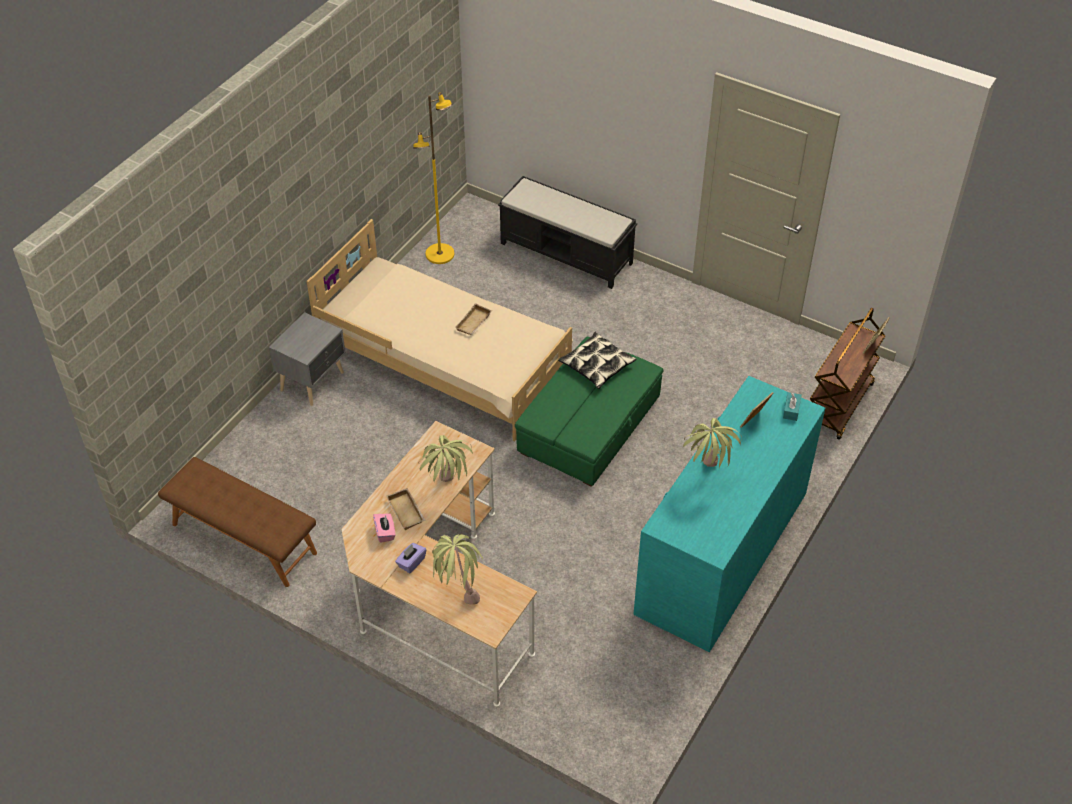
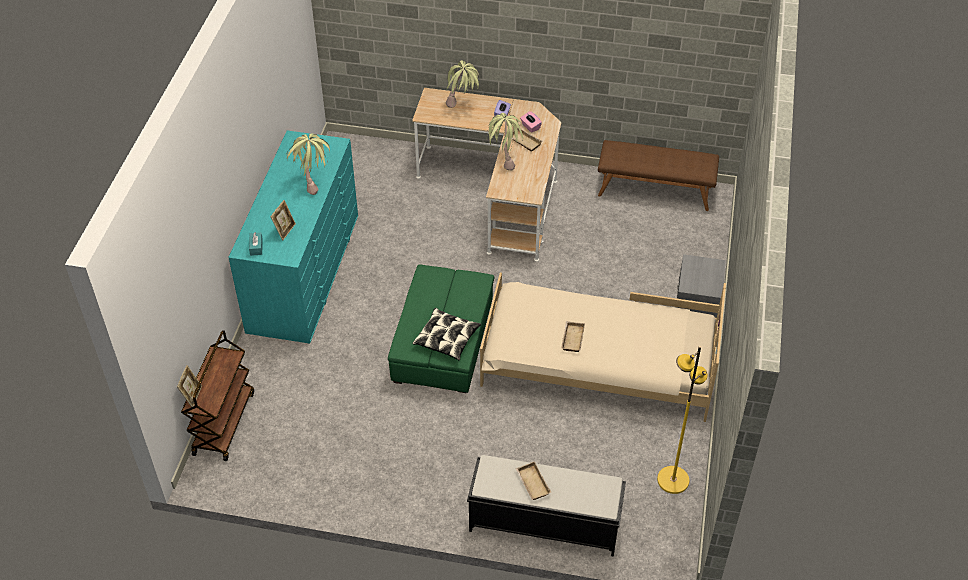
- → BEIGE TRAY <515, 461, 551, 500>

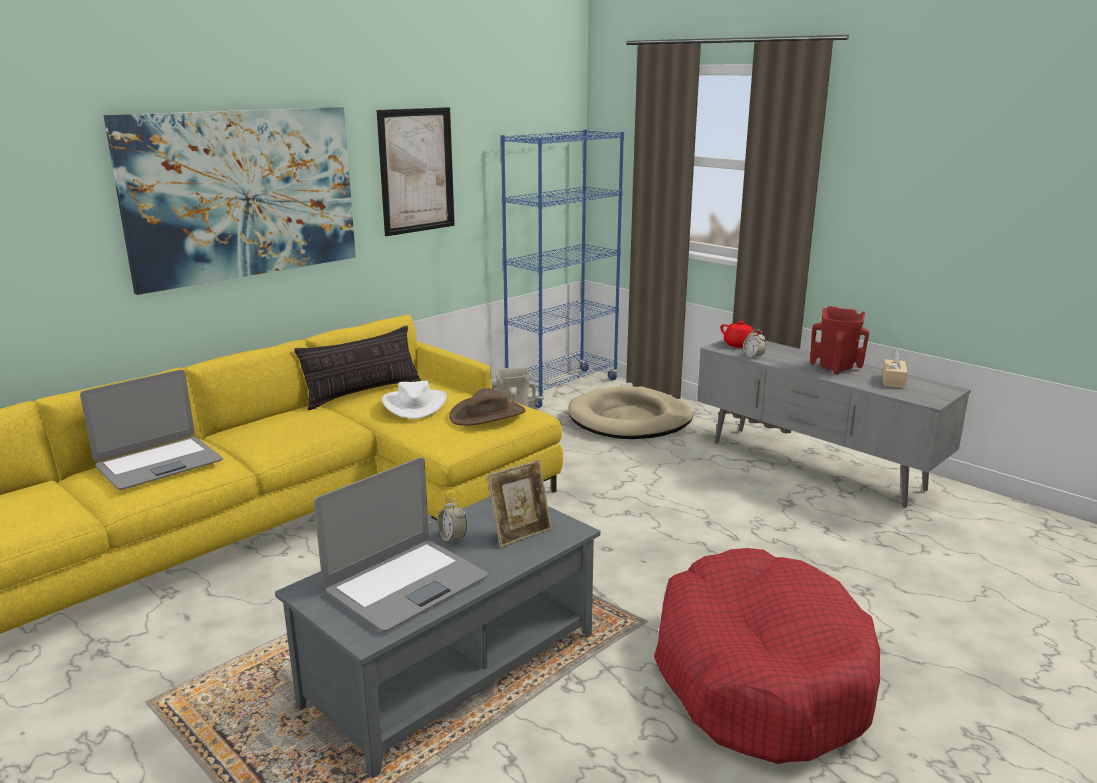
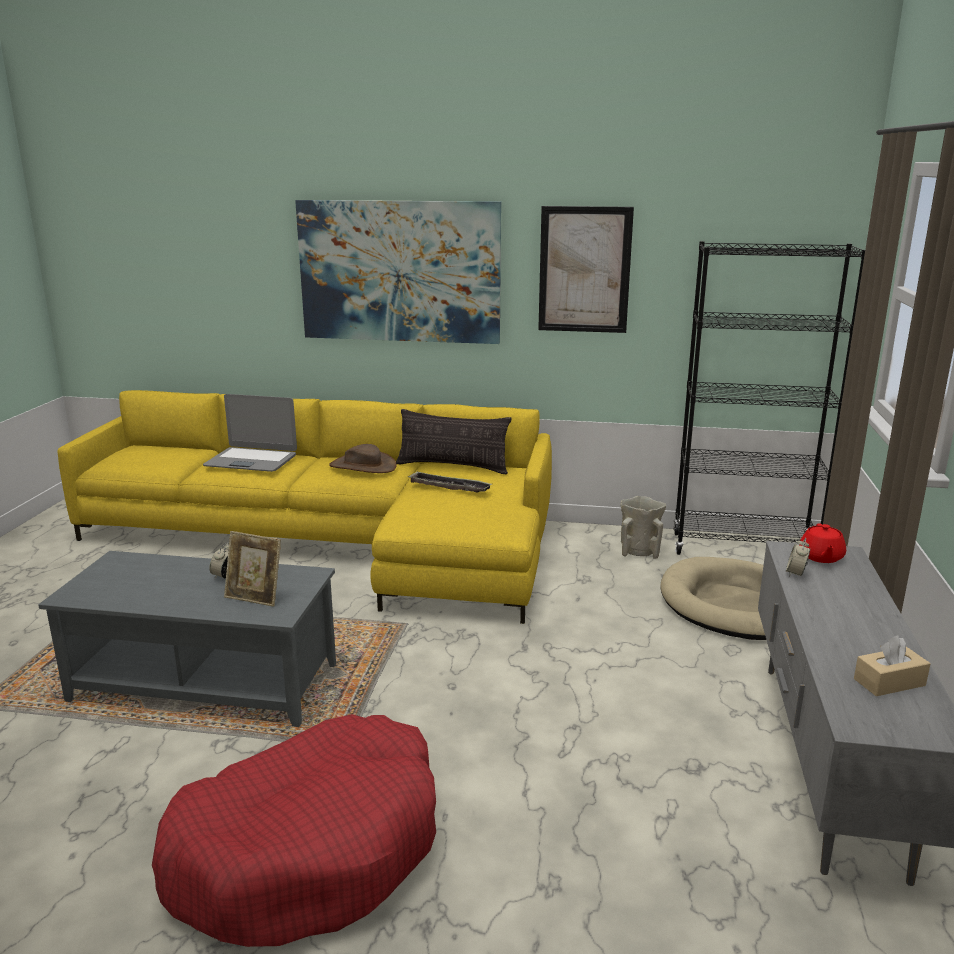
LAPTOP <314, 457, 488, 632> → -
WHITE HAT <382, 381, 447, 419> → TRAY <408, 471, 492, 493>
BROWN HAT <449, 388, 526, 426> → BROWN HAT <329, 444, 397, 473>, shifted
BLUE BOOKCASE <501, 129, 624, 408> → BLACK BOOKCASE <673, 241, 865, 555>
RED VASE <810, 306, 869, 375> → -

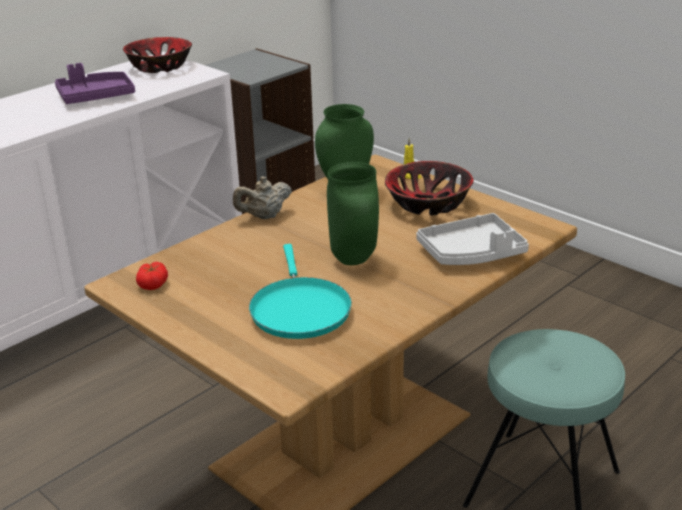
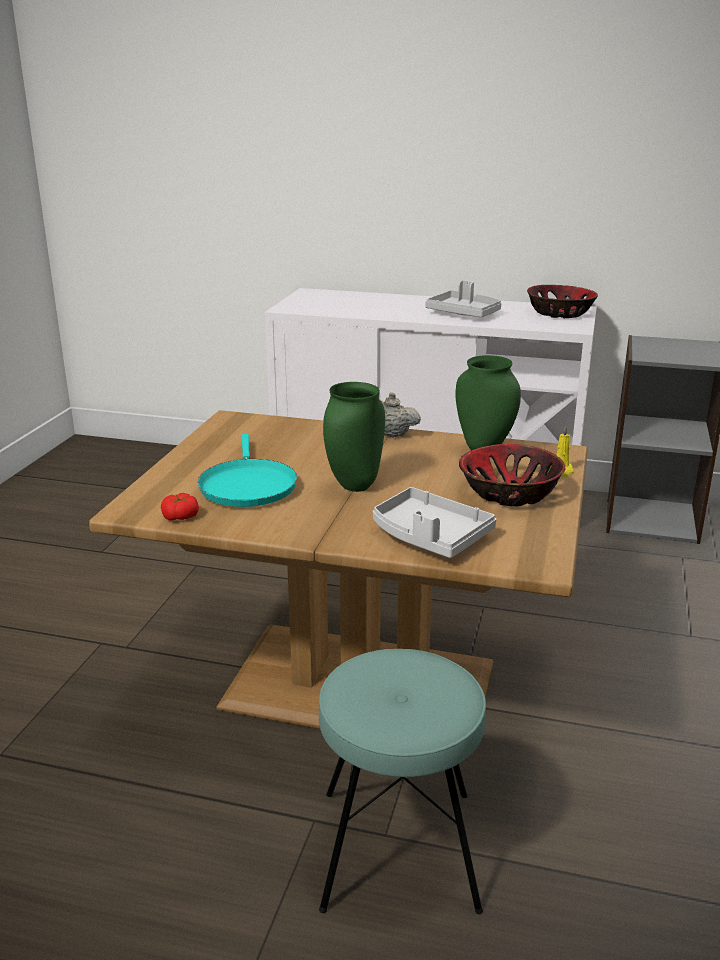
PURPLE TRAY <55, 63, 135, 104> → GREY TRAY <425, 280, 502, 317>
TOMATO <136, 262, 168, 290> → TOMATO <161, 493, 199, 521>, shifted
TURQUOISE FRYING PAN <249, 244, 352, 339> → TURQUOISE FRYING PAN <198, 434, 297, 507>, 60 degrees counterclockwise

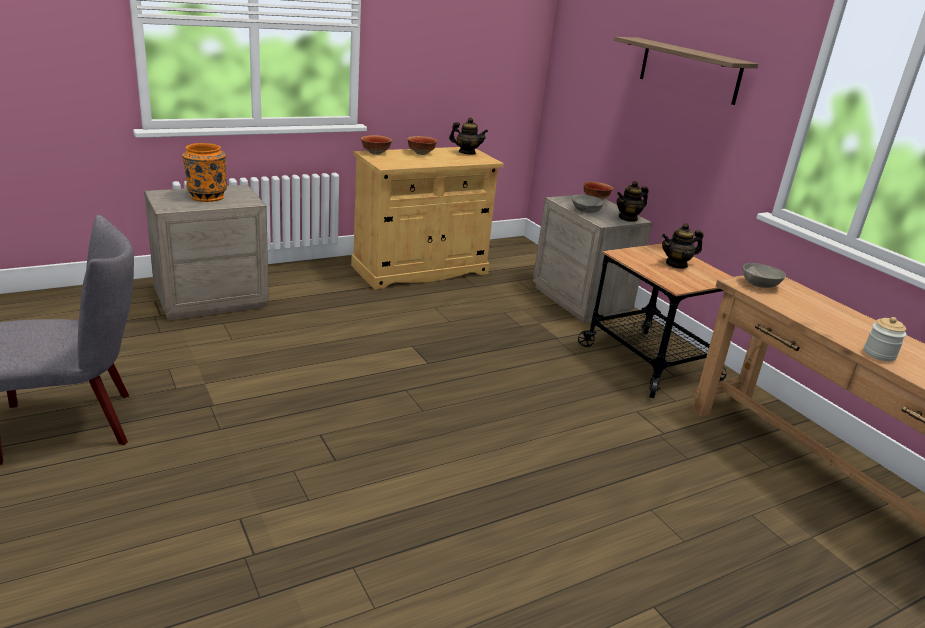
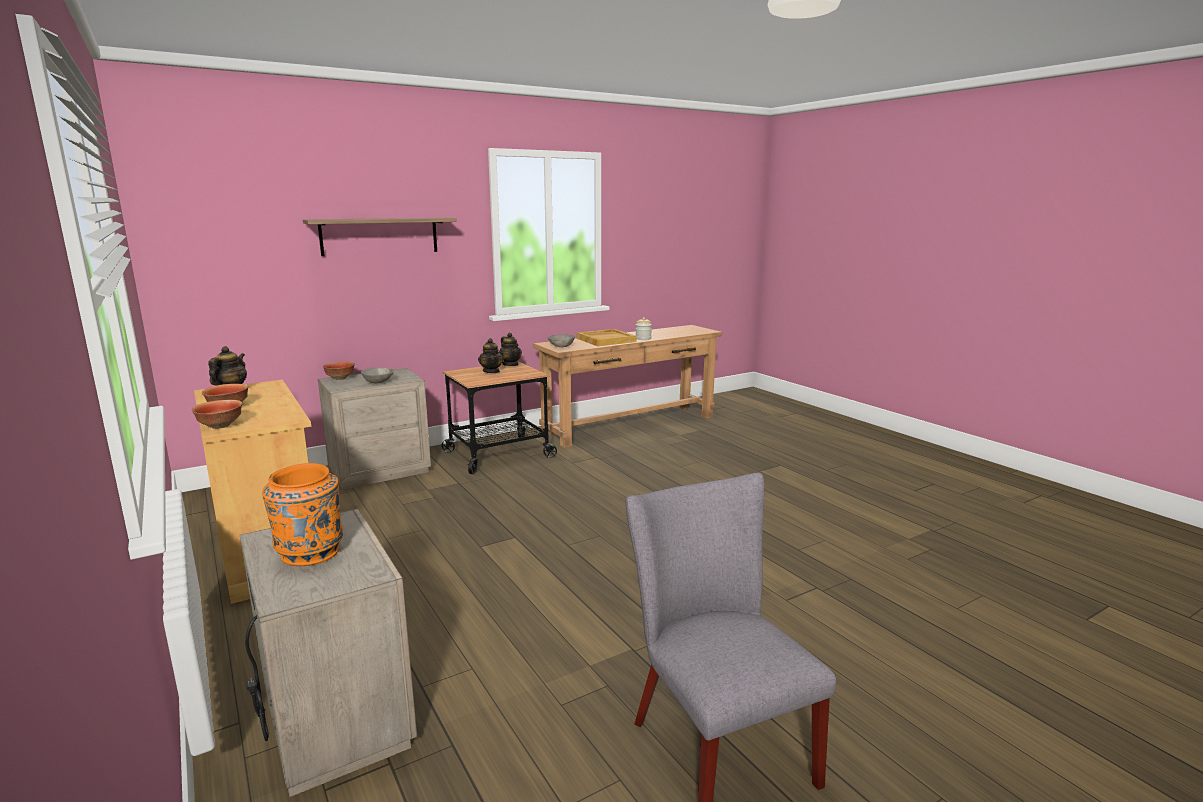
TEAPOT <617, 181, 649, 222> → TEAPOT <499, 333, 522, 366>, shifted
- → BEIGE TRAY <577, 329, 637, 346>

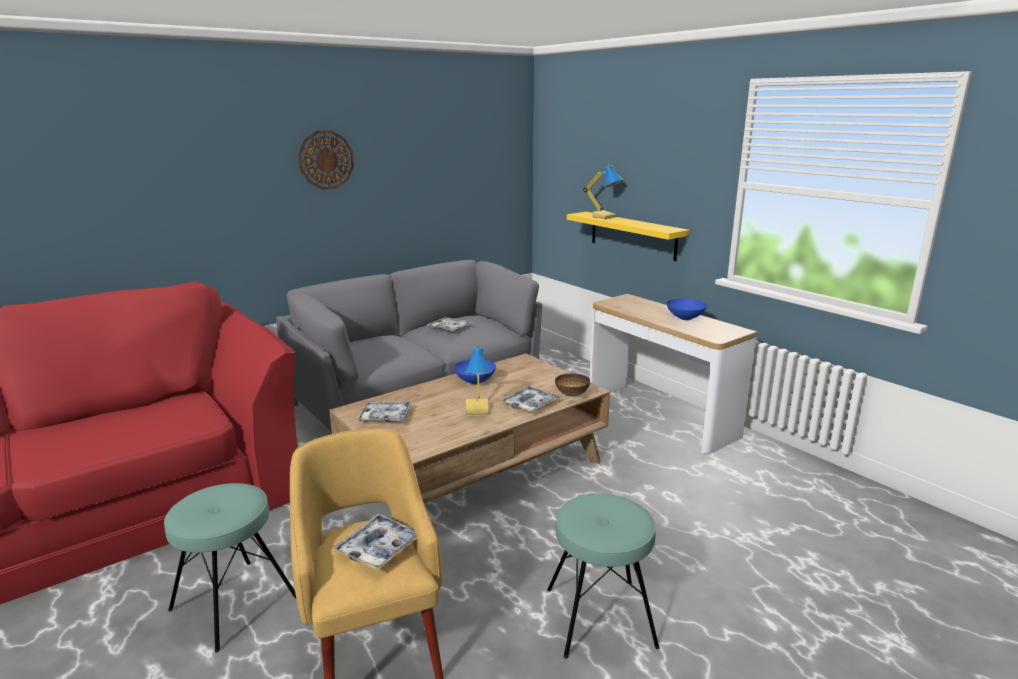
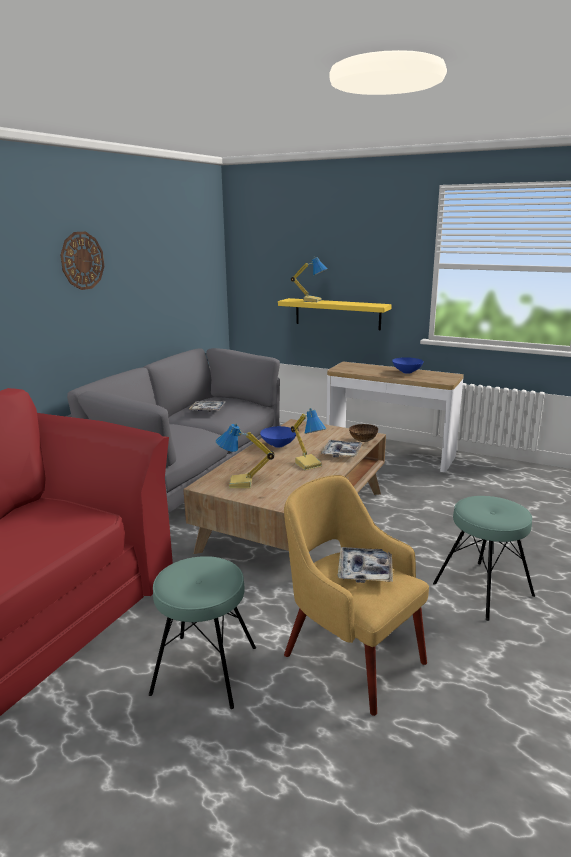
TRAY <356, 401, 412, 423> → TABLE LAMP <216, 424, 275, 488>

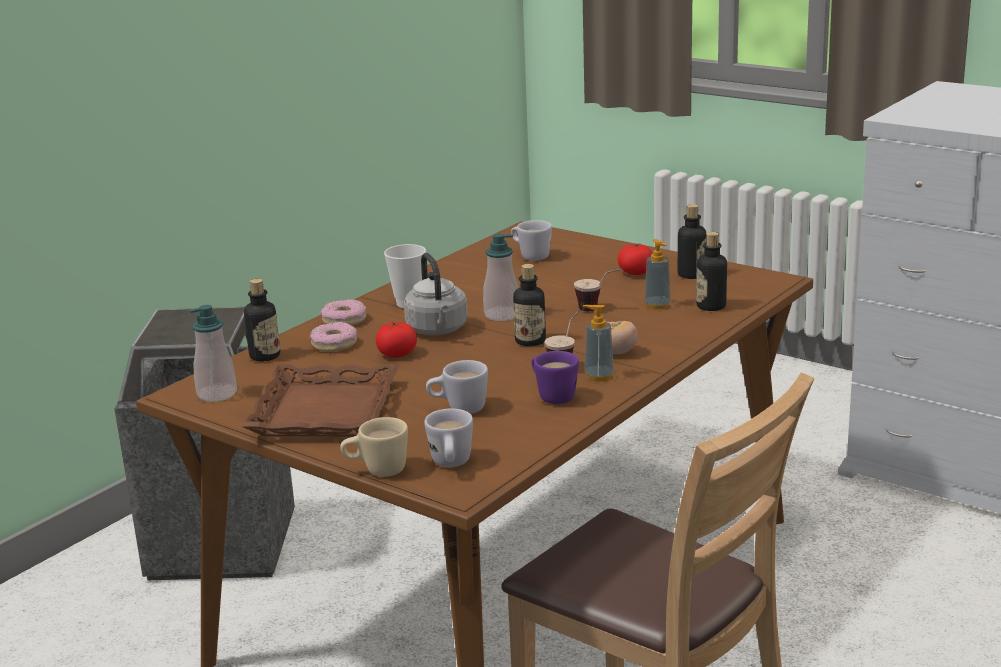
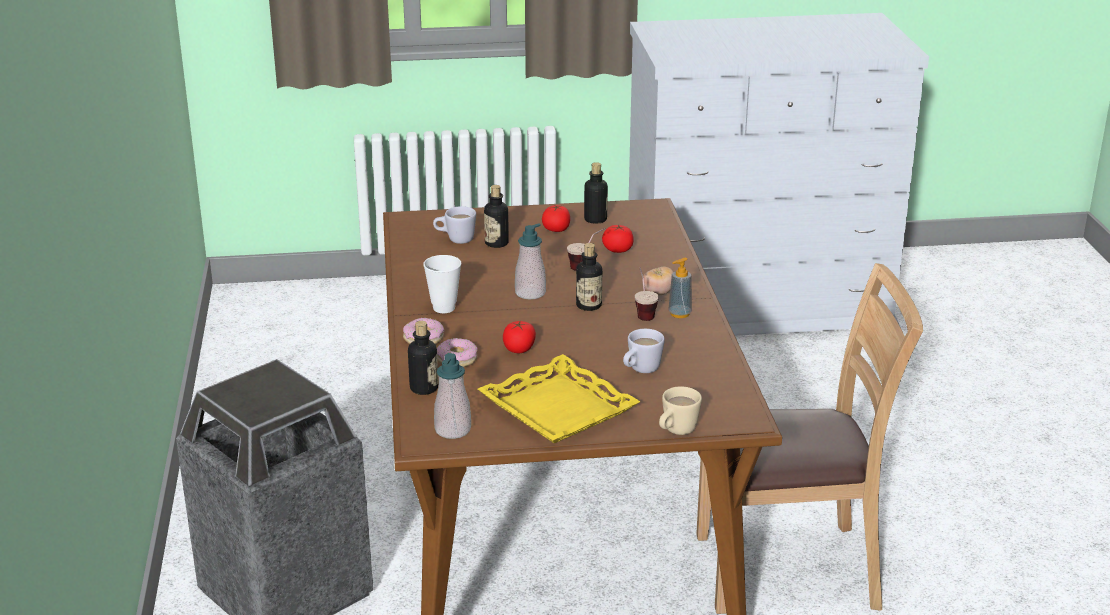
BROWN TRAY <241, 364, 399, 436> → YELLOW TRAY <478, 354, 641, 443>
GREY KETTLE <404, 253, 468, 335> → -
WHITE MUG <424, 408, 473, 467> → -
PURPLE MUG <532, 351, 579, 404> → -
SOAP DISPENSER <645, 239, 671, 309> → TOMATO <602, 225, 634, 253>
BOTTLE <696, 232, 727, 311> → BOTTLE <484, 185, 509, 248>, shifted

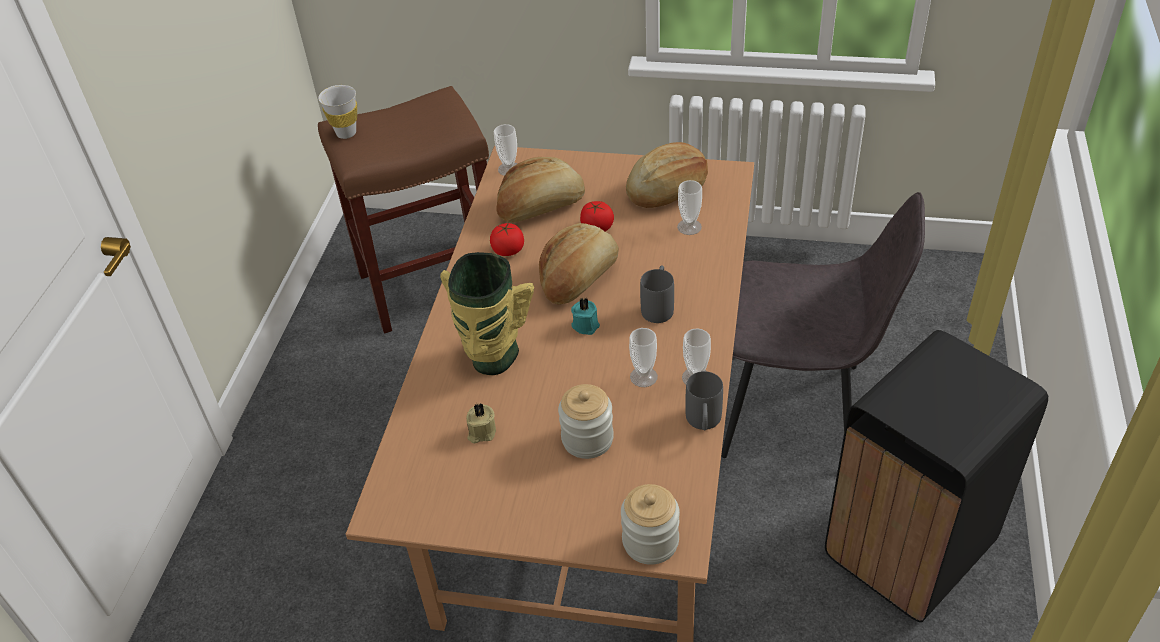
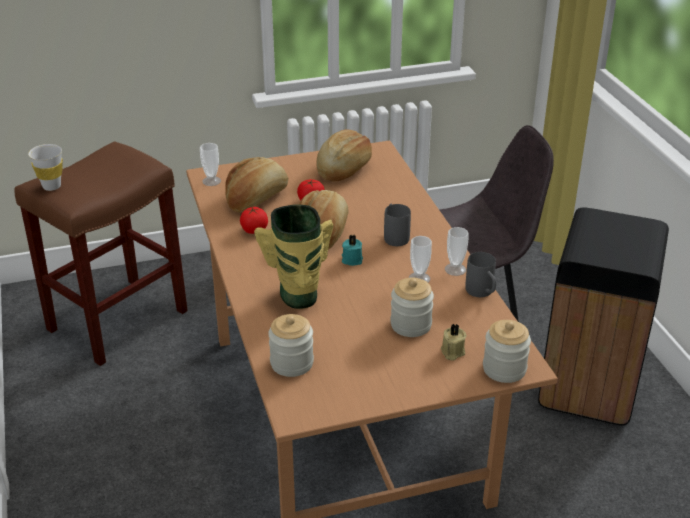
BEIGE CANDLE <466, 403, 496, 443> → BEIGE CANDLE <441, 324, 467, 360>, shifted
CUP <677, 180, 702, 235> → -
- → JAR <268, 314, 314, 377>

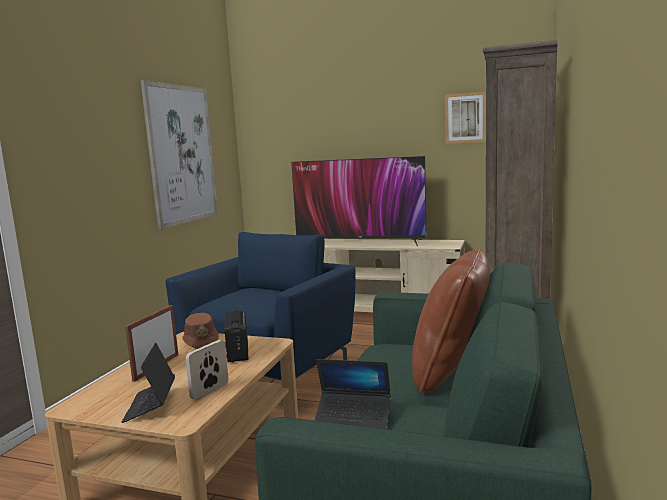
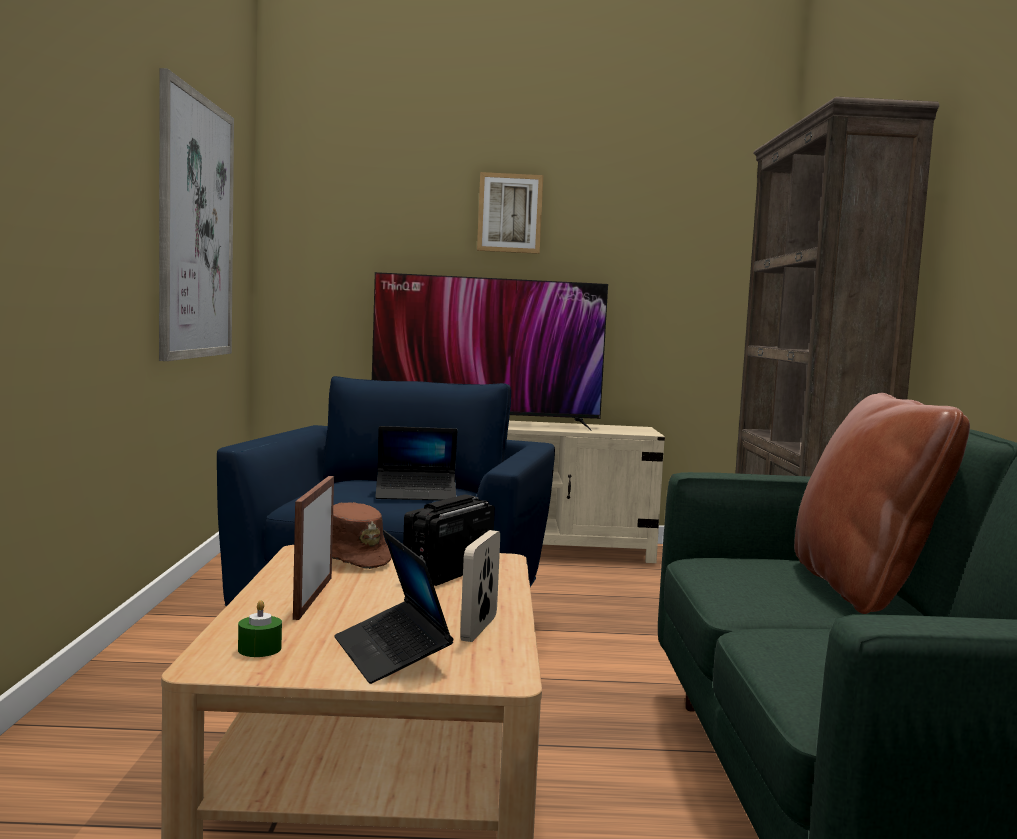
RADIO <224, 310, 249, 362> → RADIO <403, 495, 495, 586>, 60 degrees clockwise
LAPTOP <315, 359, 391, 429> → LAPTOP <375, 426, 457, 501>, shifted
PICTURE <445, 92, 486, 144> → PICTURE <477, 172, 543, 254>, shifted
- → GREEN CANDLE <238, 600, 282, 657>

